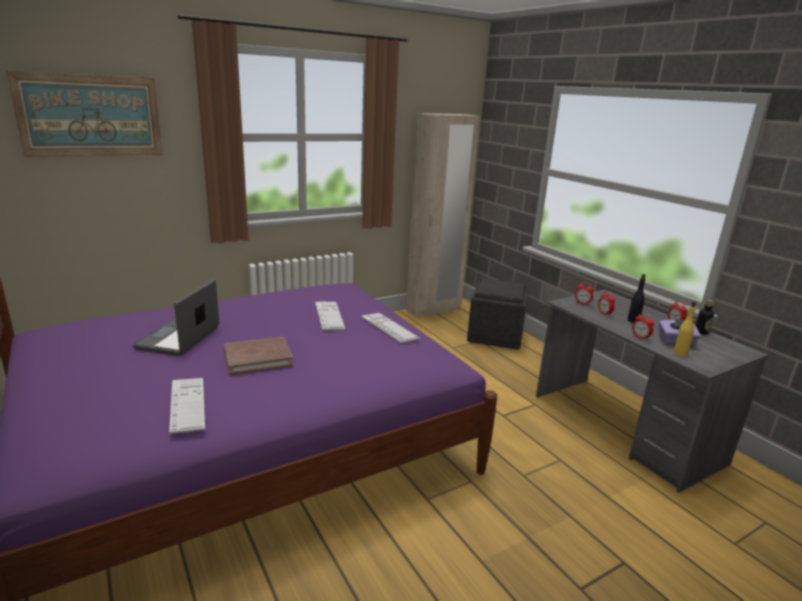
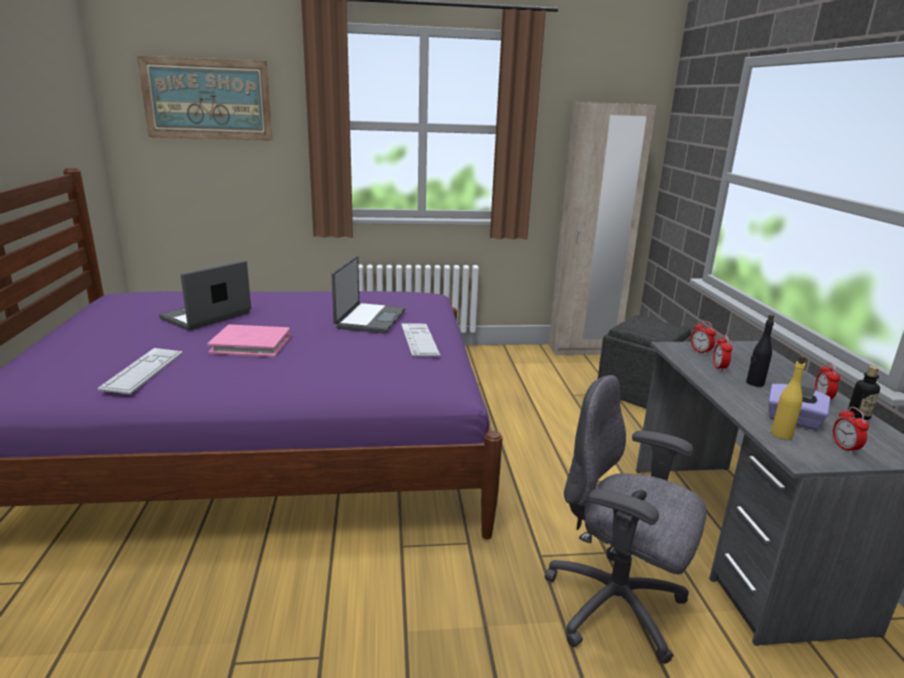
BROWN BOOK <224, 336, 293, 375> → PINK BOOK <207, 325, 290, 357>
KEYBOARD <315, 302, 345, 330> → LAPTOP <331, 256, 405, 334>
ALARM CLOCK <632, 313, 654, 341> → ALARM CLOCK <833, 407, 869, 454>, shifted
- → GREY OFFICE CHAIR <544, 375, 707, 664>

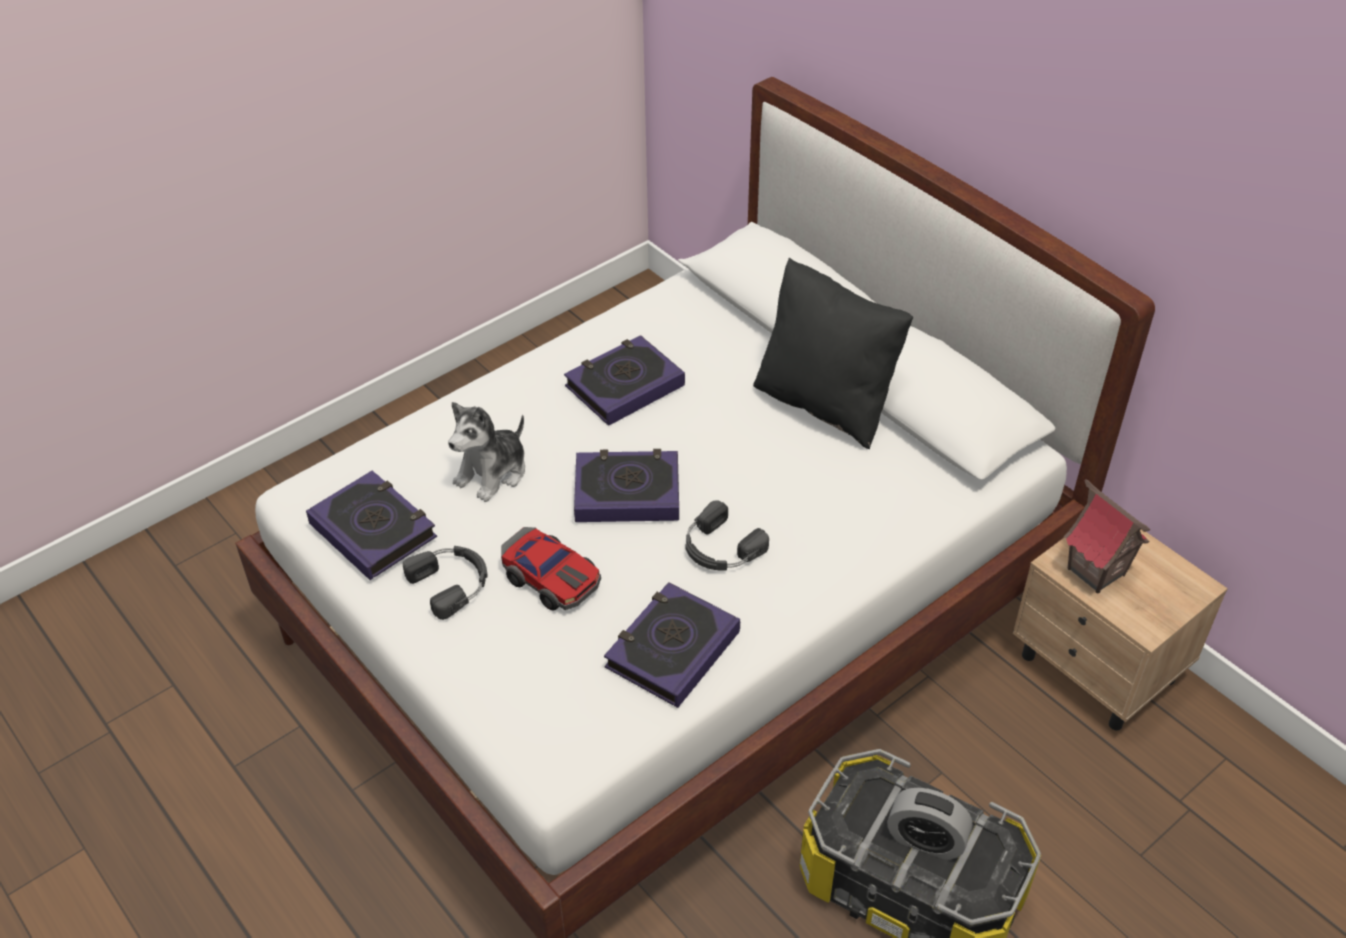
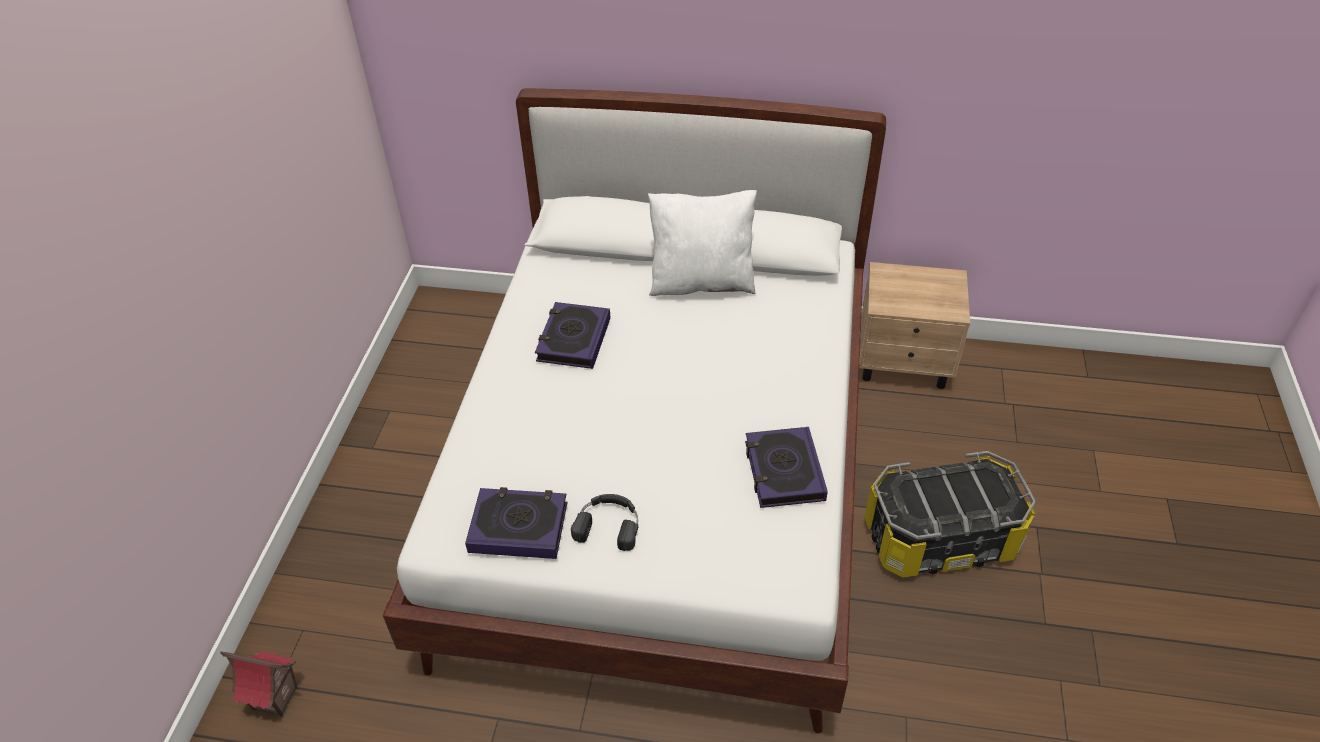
PLUSH TOY <448, 402, 525, 502> → -
TOY CAR <501, 527, 601, 610> → -
BOOK <574, 449, 679, 522> → -
BLACK HEADPHONES <685, 500, 769, 571> → -
BLACK PILLOW <753, 258, 913, 449> → WHITE PILLOW <648, 190, 757, 296>
ALARM CLOCK <887, 788, 972, 860> → -
TOY HOUSE <1064, 479, 1150, 593> → TOY HOUSE <220, 651, 298, 717>, shifted

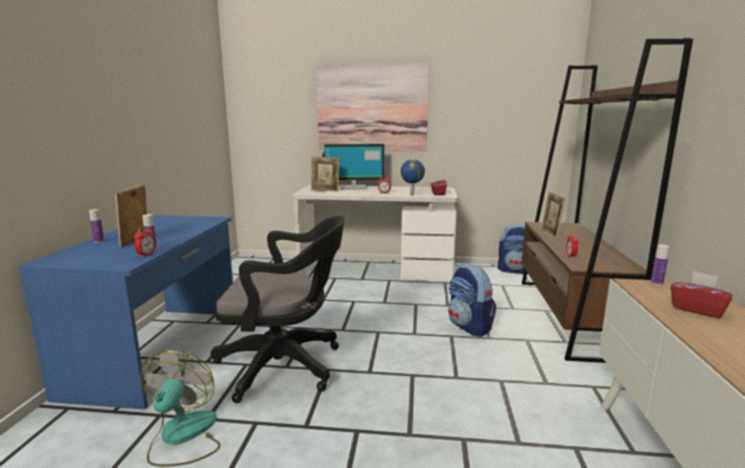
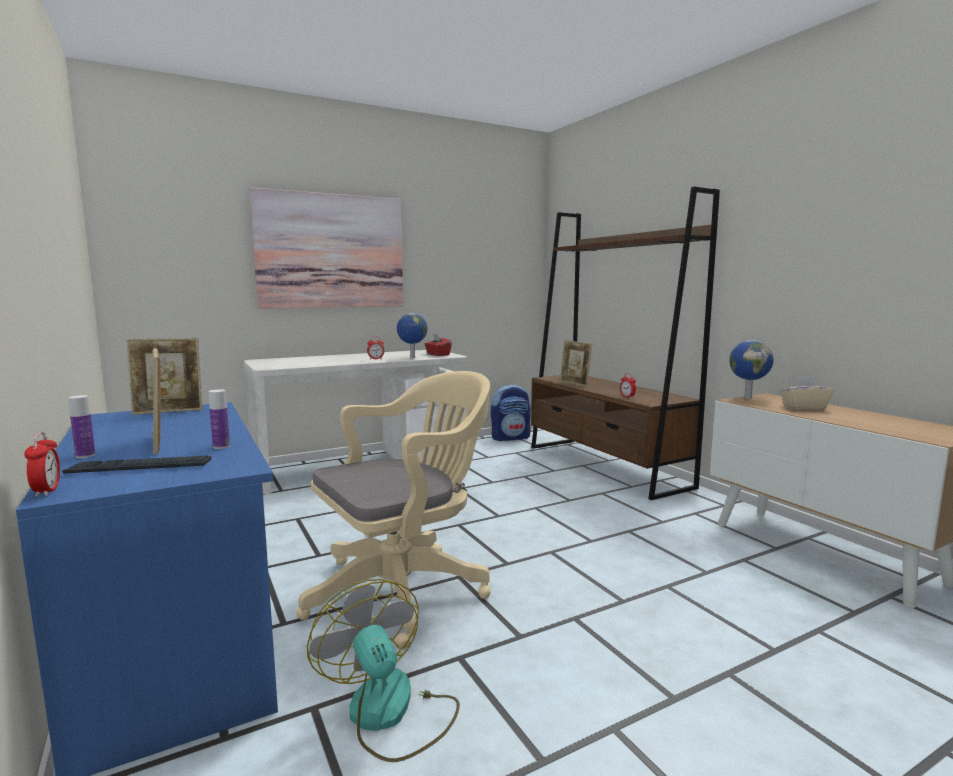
ALARM CLOCK <134, 226, 156, 257> → ALARM CLOCK <24, 432, 60, 497>, shifted
BLACK OFFICE CHAIR <210, 216, 345, 403> → BEIGE OFFICE CHAIR <297, 371, 491, 649>
PICTURE FRAME <311, 157, 339, 192> → PICTURE FRAME <126, 338, 203, 415>, shifted
MONITOR <322, 144, 385, 190> → -
BACKPACK <448, 264, 496, 337> → -
BOTTLE <651, 244, 670, 285> → GLOBE <729, 340, 774, 399>
RED TISSUE BOX <671, 271, 732, 318> → BEIGE TISSUE BOX <780, 376, 833, 410>
- → KEYBOARD <62, 455, 211, 473>

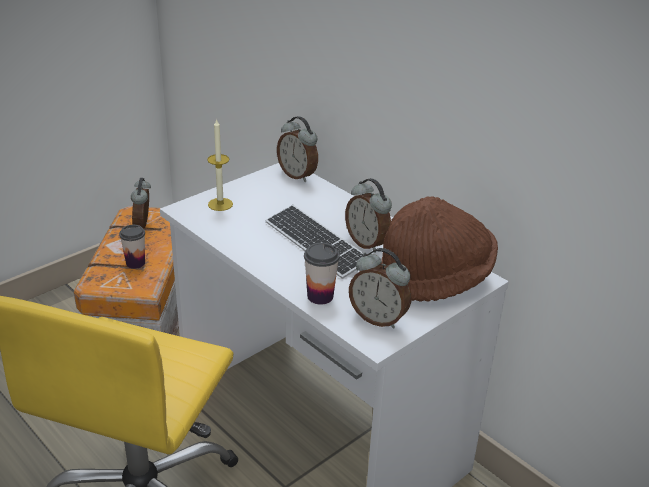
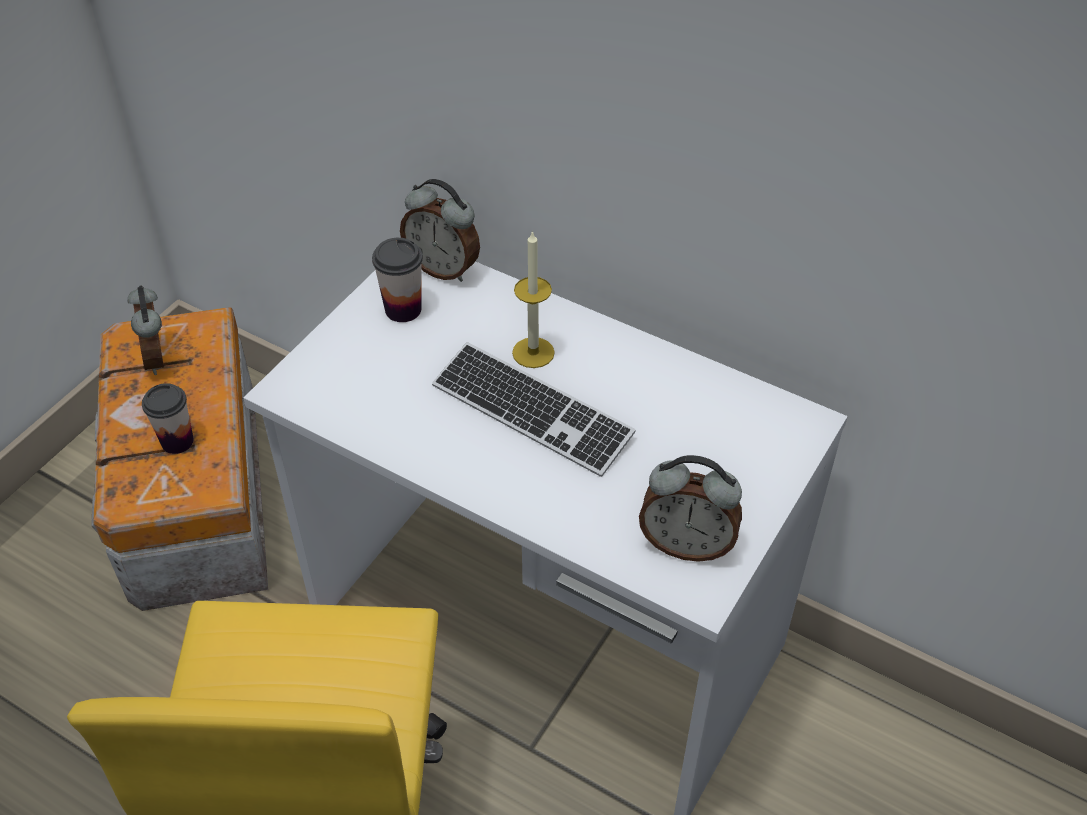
CANDLE <207, 118, 233, 211> → CANDLE <512, 230, 555, 368>, shifted
CUP <304, 243, 340, 305> → CUP <372, 238, 423, 322>, shifted
ALARM CLOCK <345, 178, 392, 253> → -
BROWN HAT <381, 196, 498, 302> → -

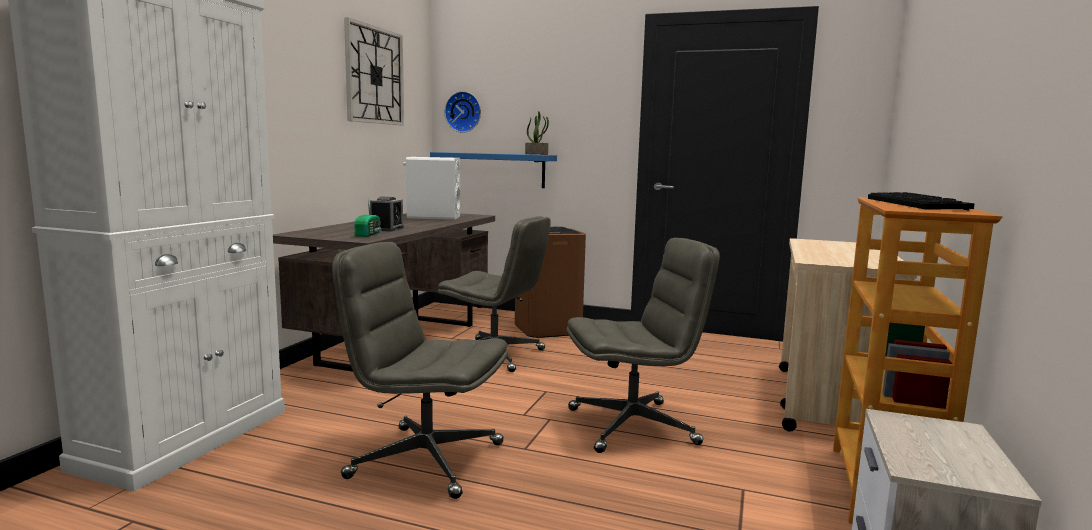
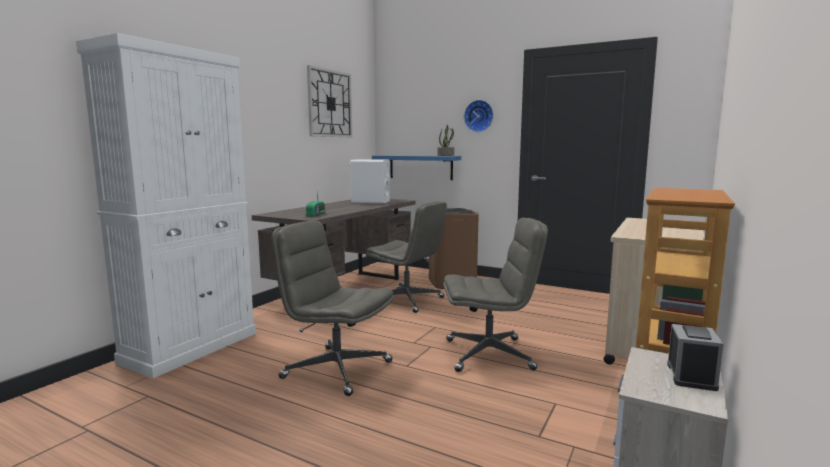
ALARM CLOCK <370, 197, 404, 231> → ALARM CLOCK <667, 324, 723, 391>, shifted
WALL CLOCK <445, 91, 481, 133> → WALL CLOCK <464, 100, 494, 132>, shifted
KEYBOARD <868, 192, 975, 211> → -

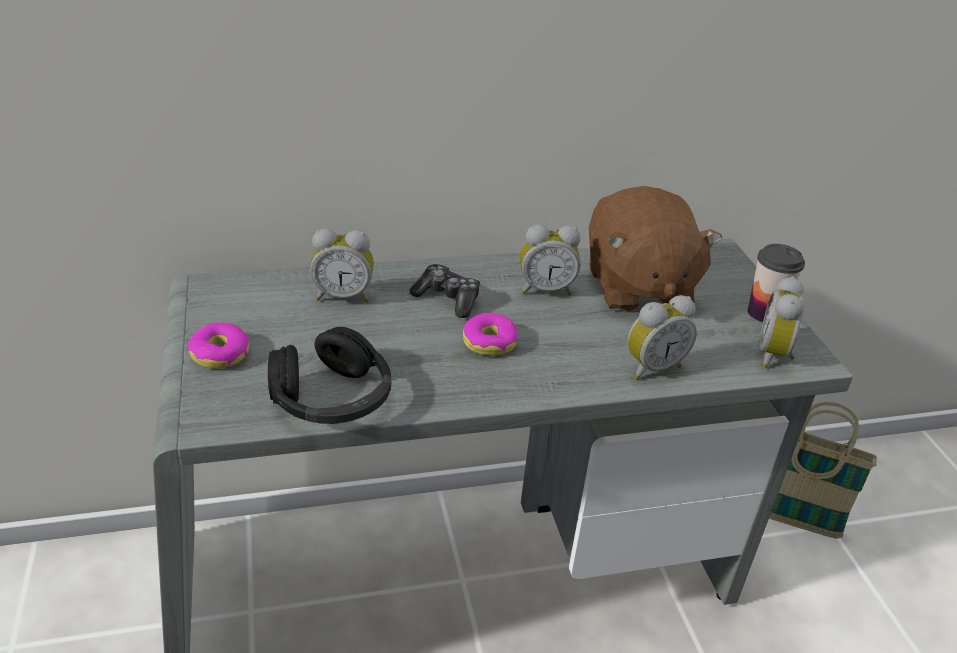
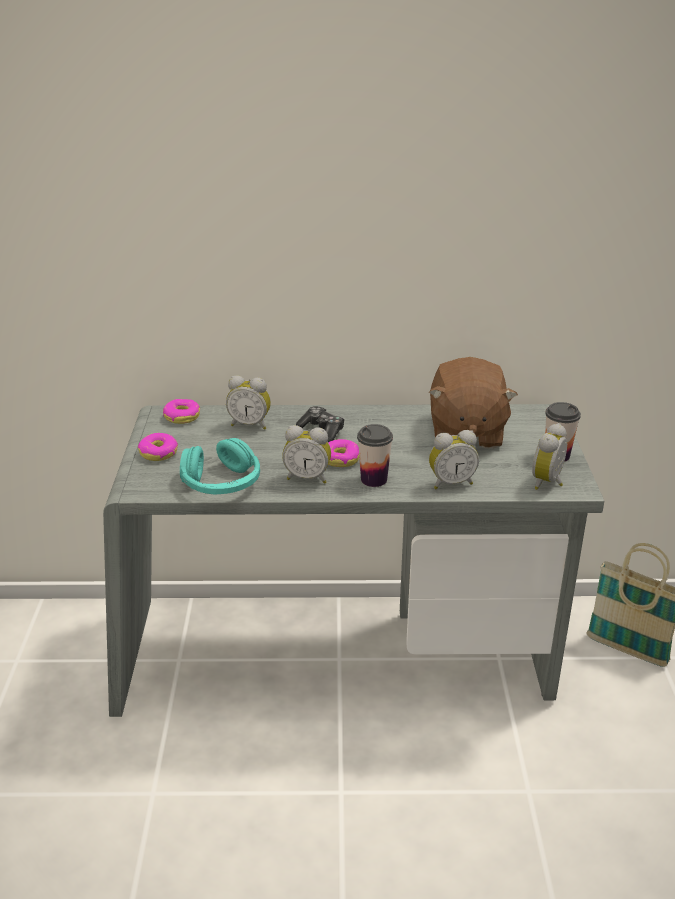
BLACK HEADPHONES <267, 327, 391, 424> → TURQUOISE HEADPHONES <180, 438, 260, 495>
ALARM CLOCK <520, 224, 581, 296> → ALARM CLOCK <282, 425, 331, 484>, shifted
- → DONUT <163, 399, 200, 424>
- → CUP <357, 424, 393, 487>

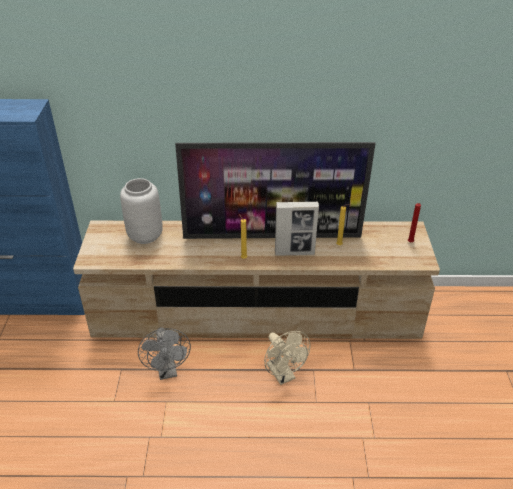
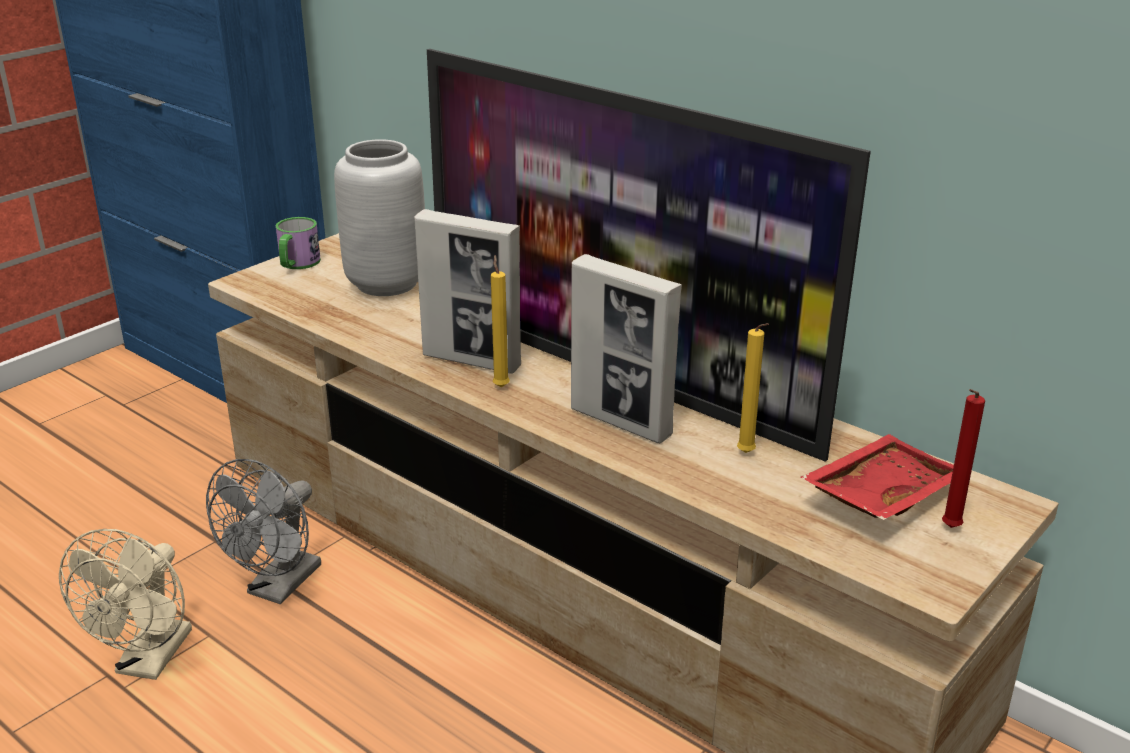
BEIGE FAN <264, 331, 311, 385> → BEIGE FAN <59, 529, 192, 680>, shifted
- → MUG <276, 217, 321, 269>
- → PICTURE FRAME <414, 209, 521, 374>
- → RED TRAY <800, 434, 954, 520>

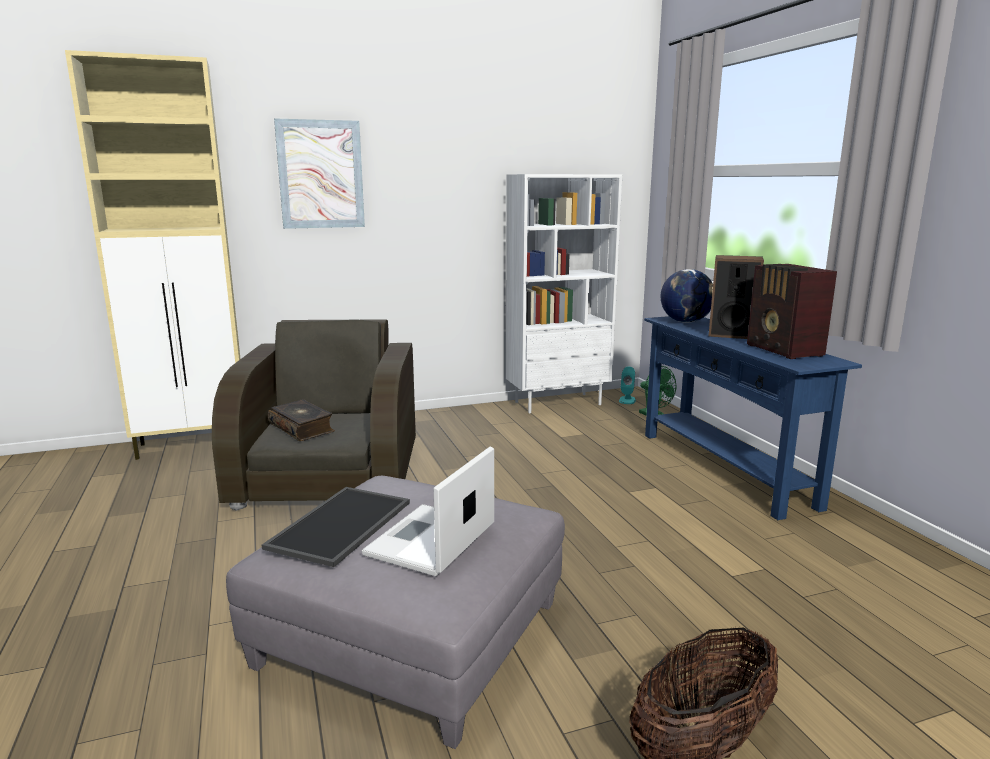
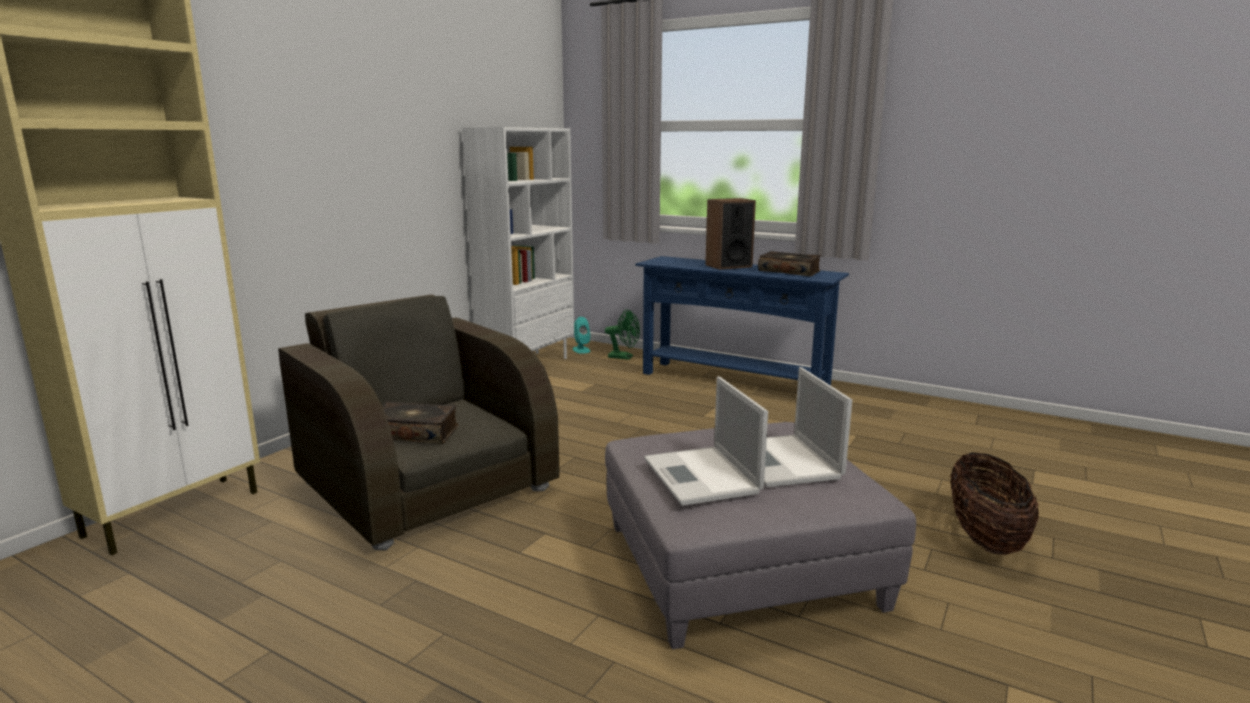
TRAY <262, 487, 410, 567> → LAPTOP <644, 376, 768, 506>
PICTURE <274, 118, 365, 229> → -
GLOBE <661, 269, 713, 323> → -
RADIO <747, 264, 837, 359> → BOOK <758, 251, 821, 277>

